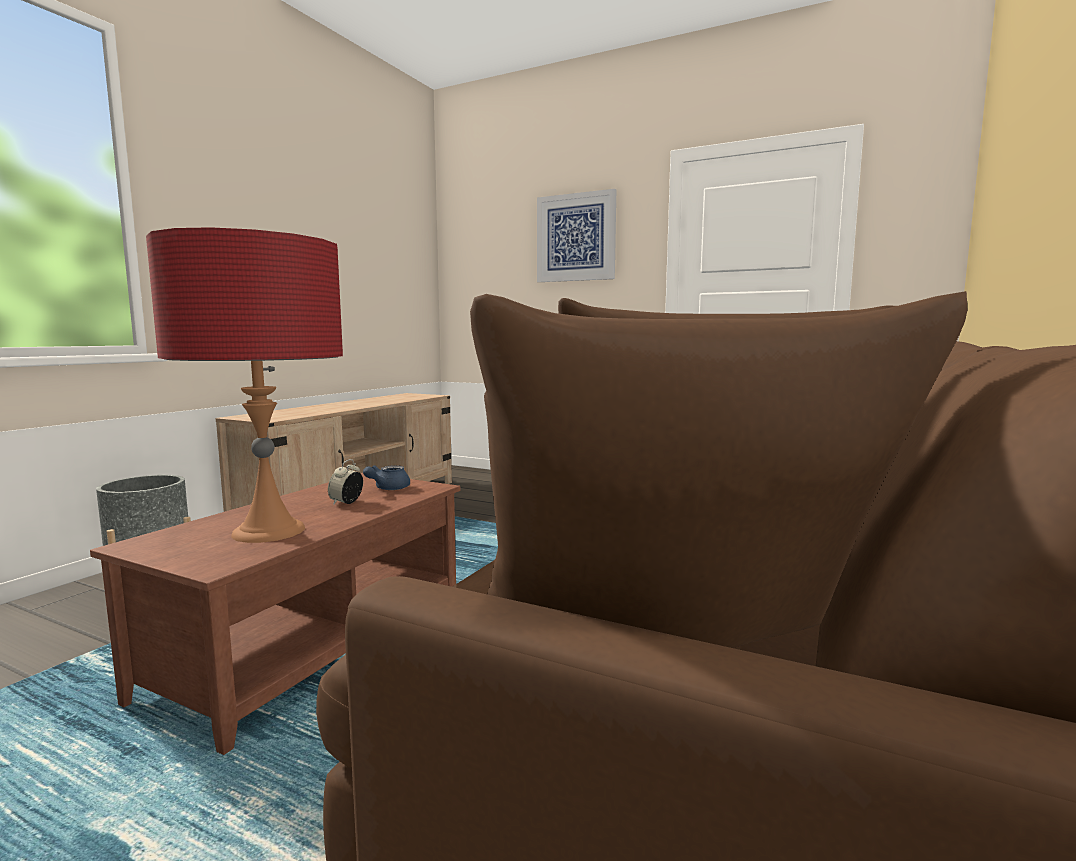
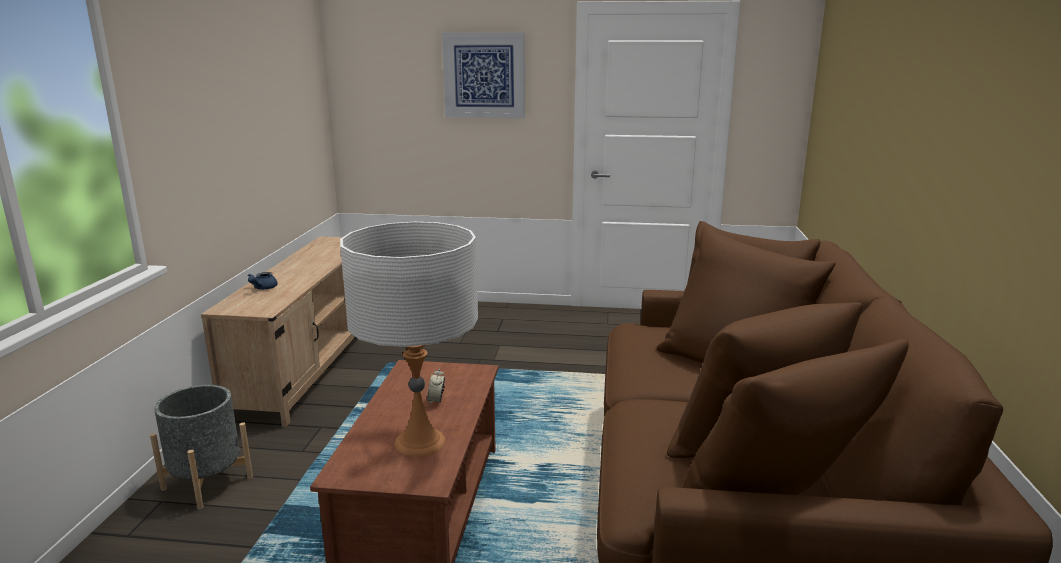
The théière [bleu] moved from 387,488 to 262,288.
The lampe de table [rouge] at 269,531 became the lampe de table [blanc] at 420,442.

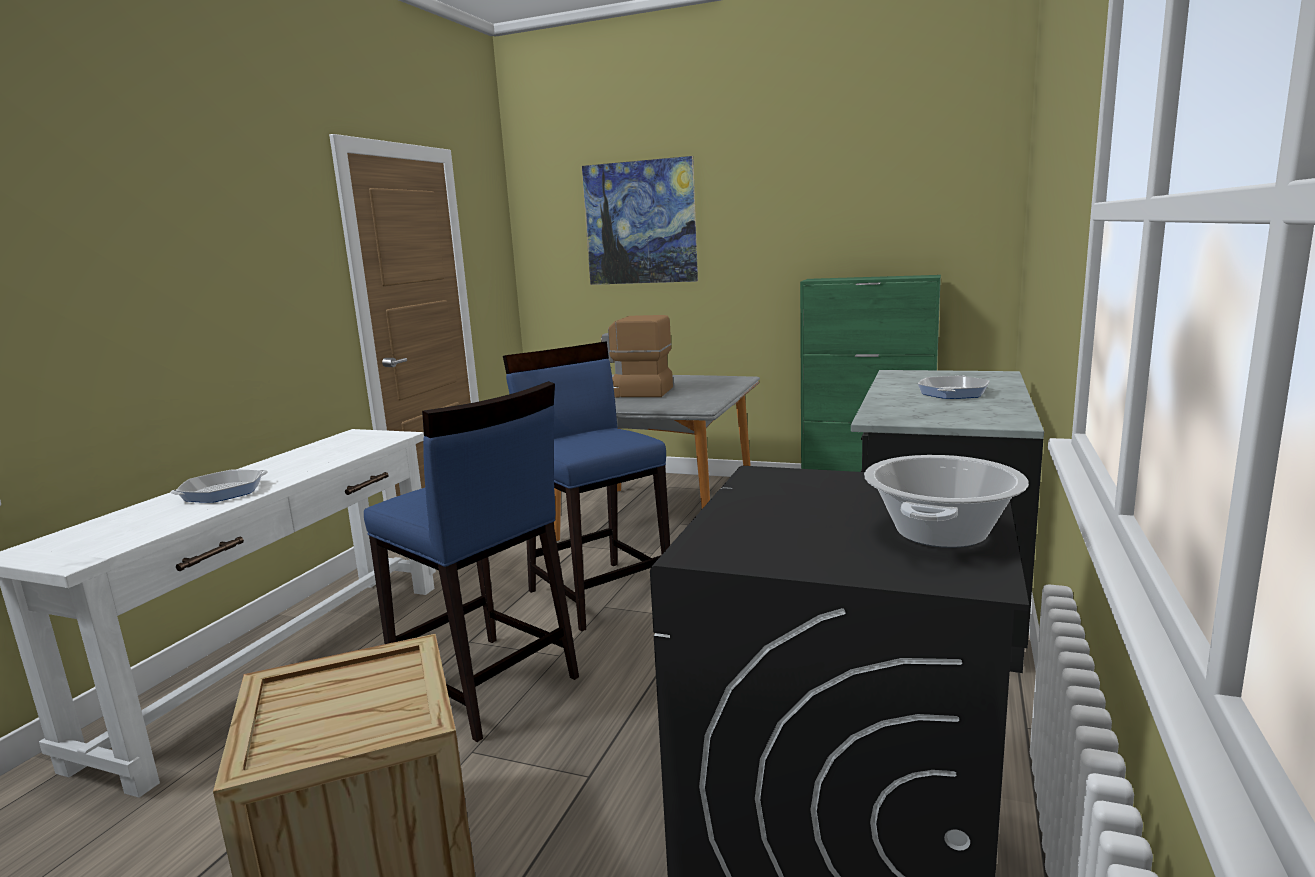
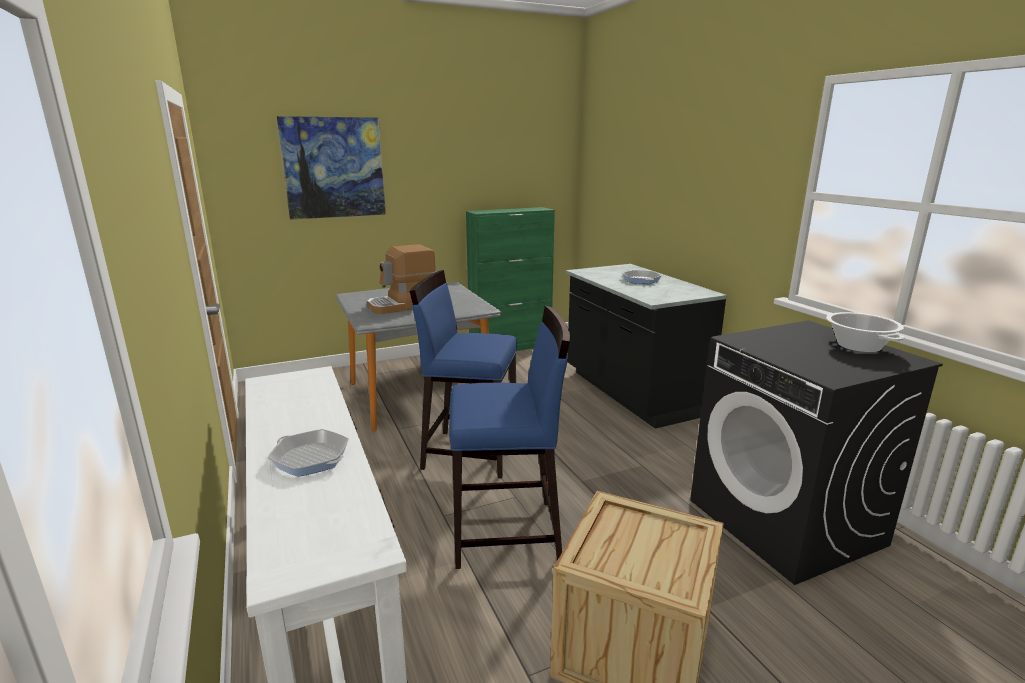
The poêle at 222,492 turned 120 degrees clockwise.

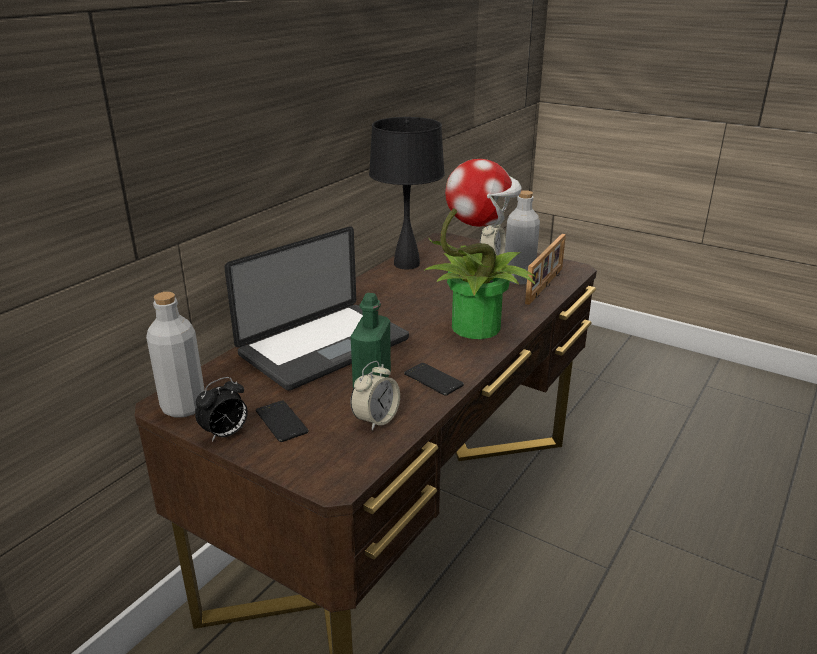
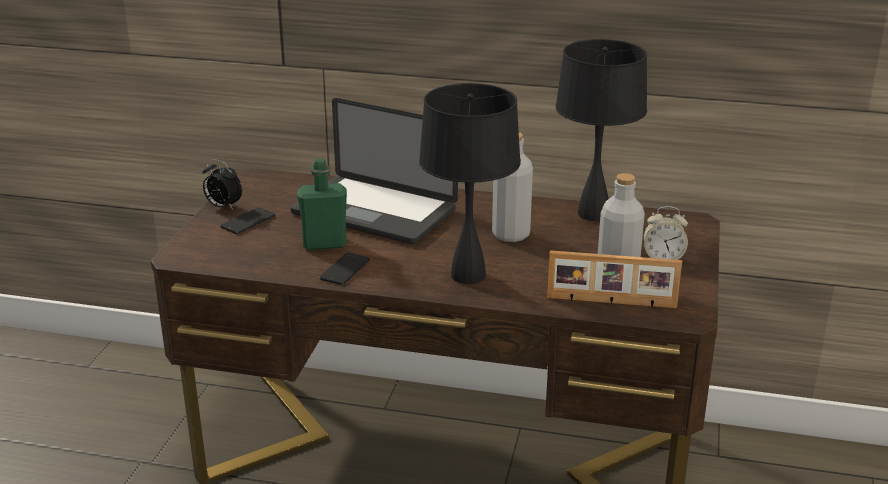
The plante en pot at 477,326 was replaced by the lampe de table [noir] at 468,275.
The bouteille [gris] moved from 183,407 to 511,234.
The réveil at 376,419 disappeared.

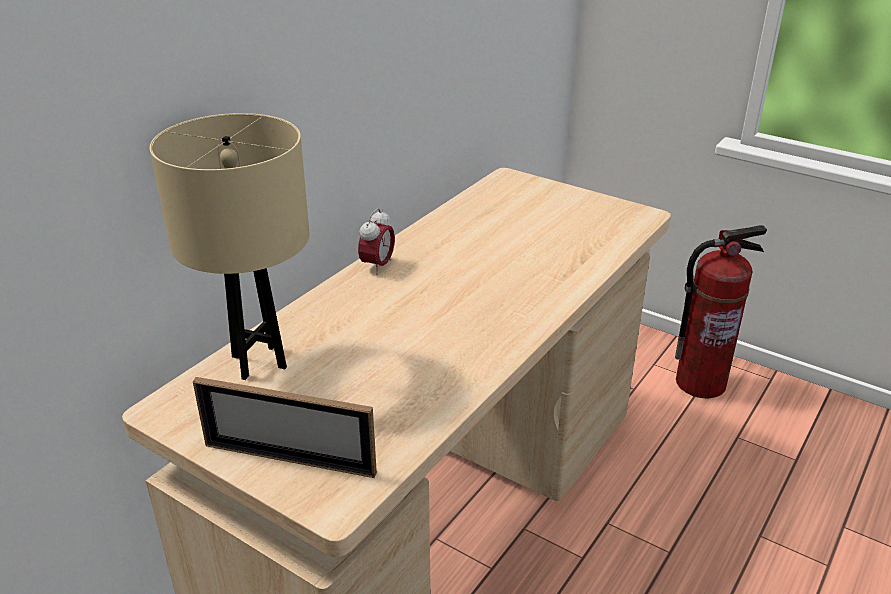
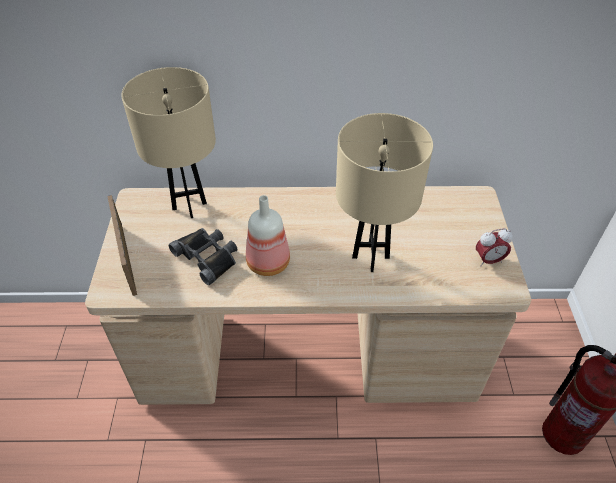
The jumelles [noir] at 208,257 appeared.
The bouteille at 267,262 appeared.
The lampe de table [beige] at 371,257 appeared.
The réveil moved from 377,266 to 488,260.

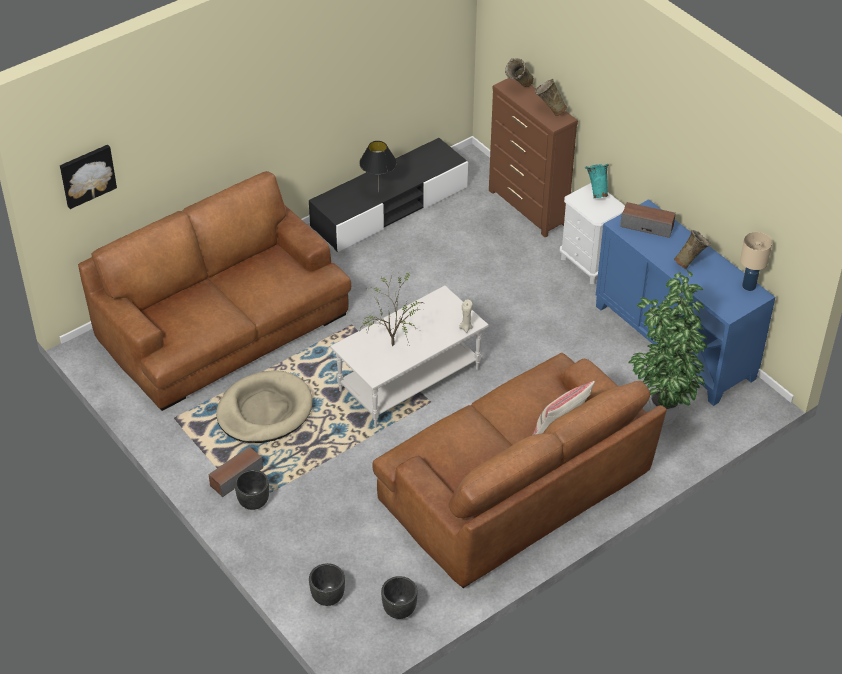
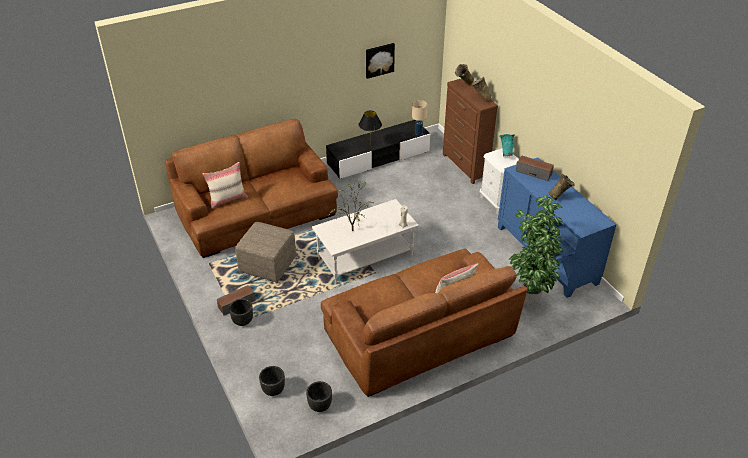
The coussin [beige] at 228,199 appeared.
The panier pour chien [beige] at 264,411 was replaced by the pouf [beige] at 267,265.
The tableau moved from 87,175 to 379,60.
The lampe de table [beige] moved from 749,286 to 418,132.

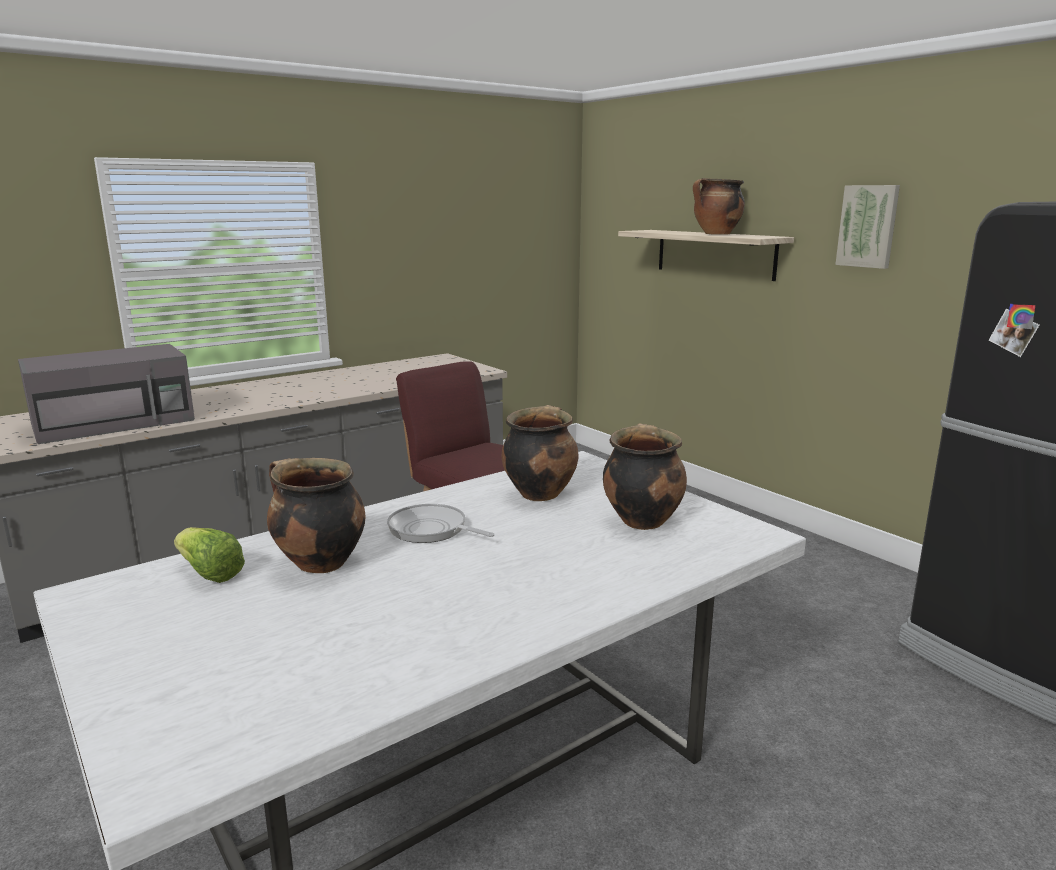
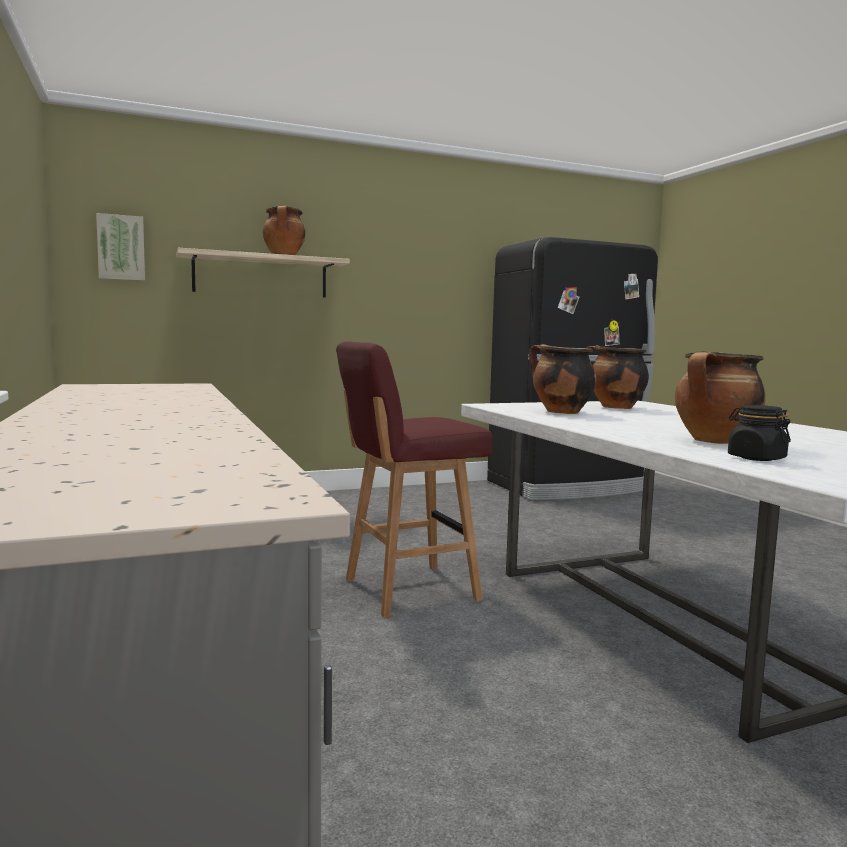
The tableau moved from 868,226 to 121,248.
The laitue at 209,573 was replaced by the bocal [noir] at 756,458.
The micro-ondes [gris] at 116,421 disappeared.
The poêle at 431,530 disappeared.

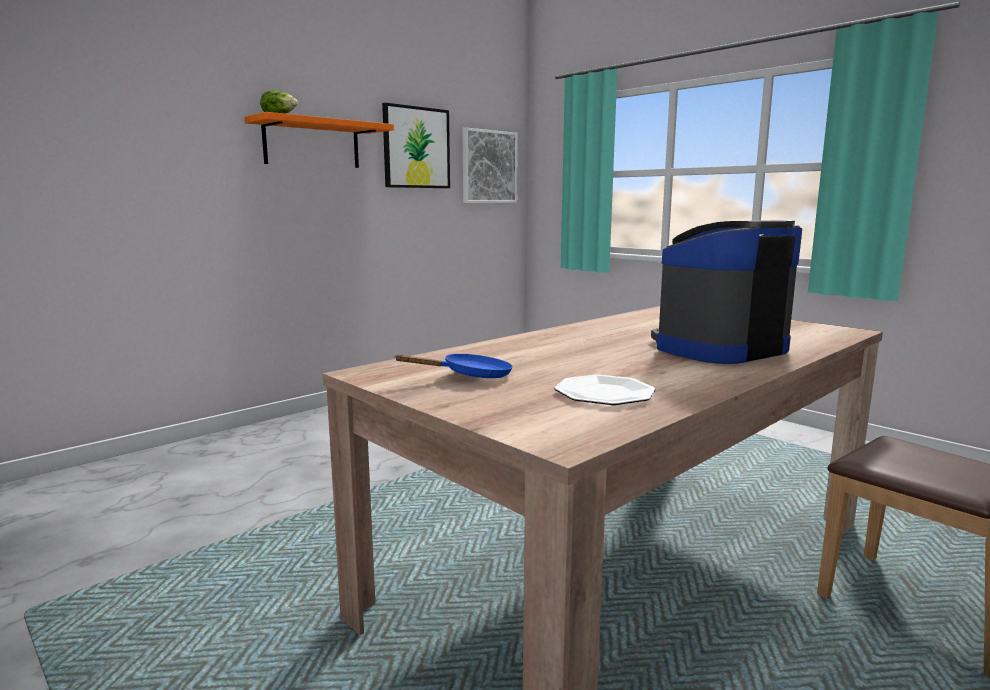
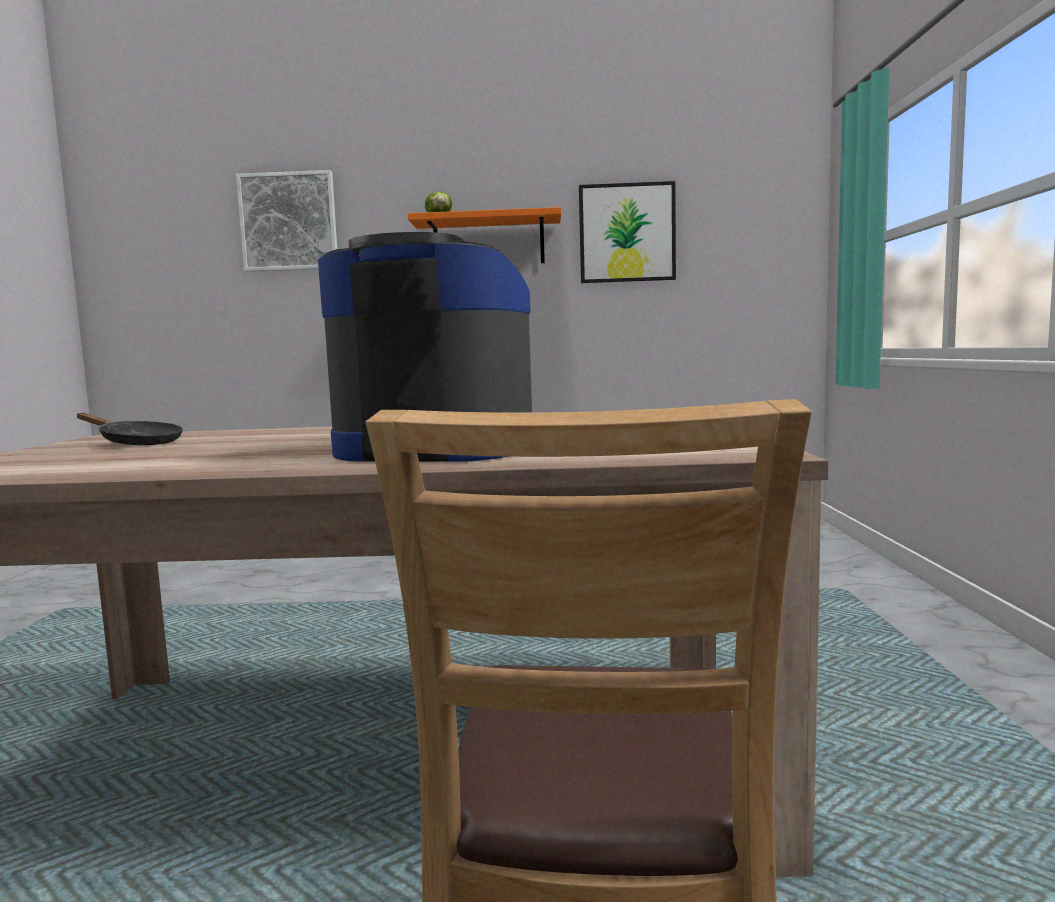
The poêle [bleu] at 470,376 became the poêle [noir] at 136,443.
The tableau moved from 489,167 to 289,222.
The assiette at 604,393 disappeared.

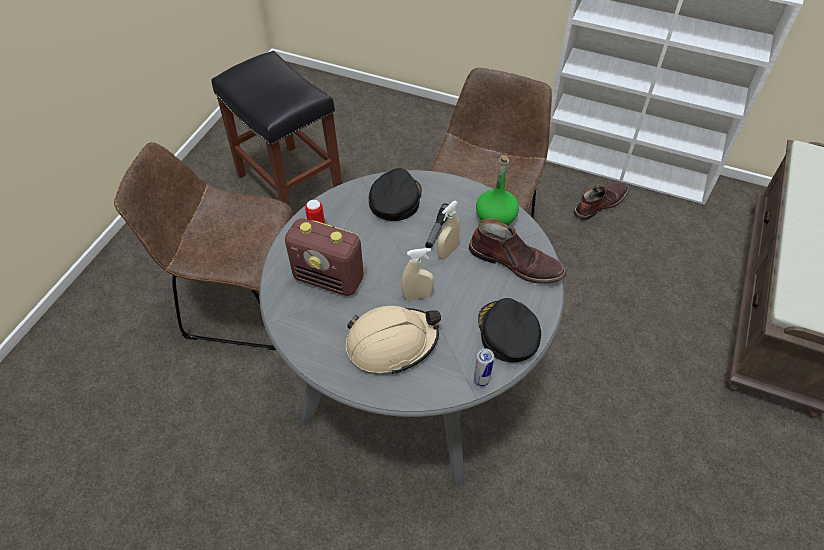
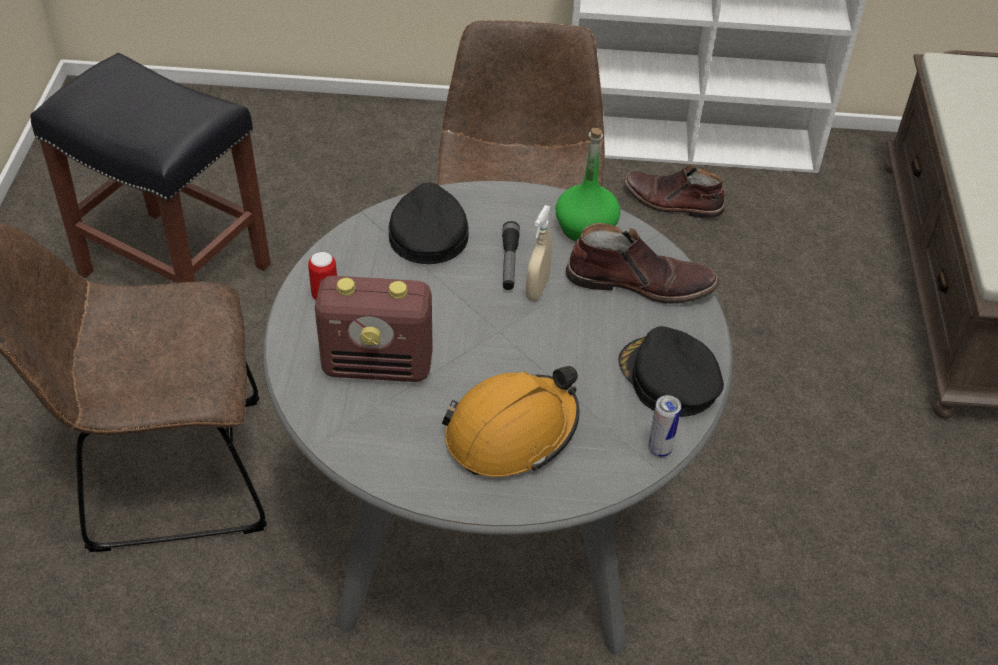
The casque de chantier [beige] at 392,343 became the casque de chantier [orange] at 512,432.
The botte [marron] at 599,204 turned 105 degrees counterclockwise.
The vaporisateur [beige] at 417,296 disappeared.

